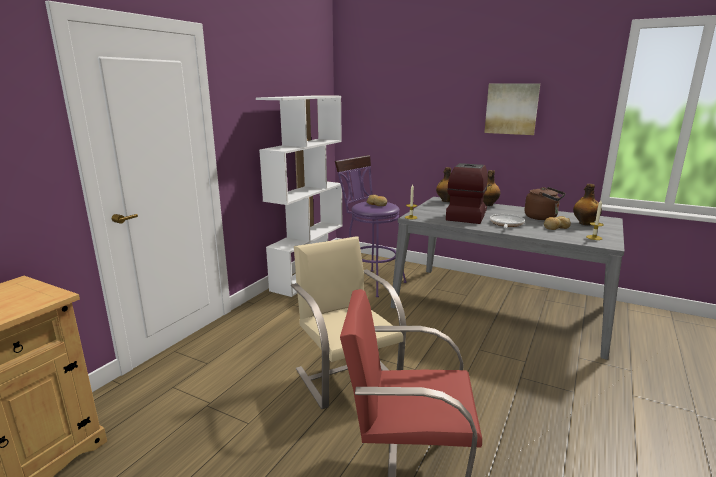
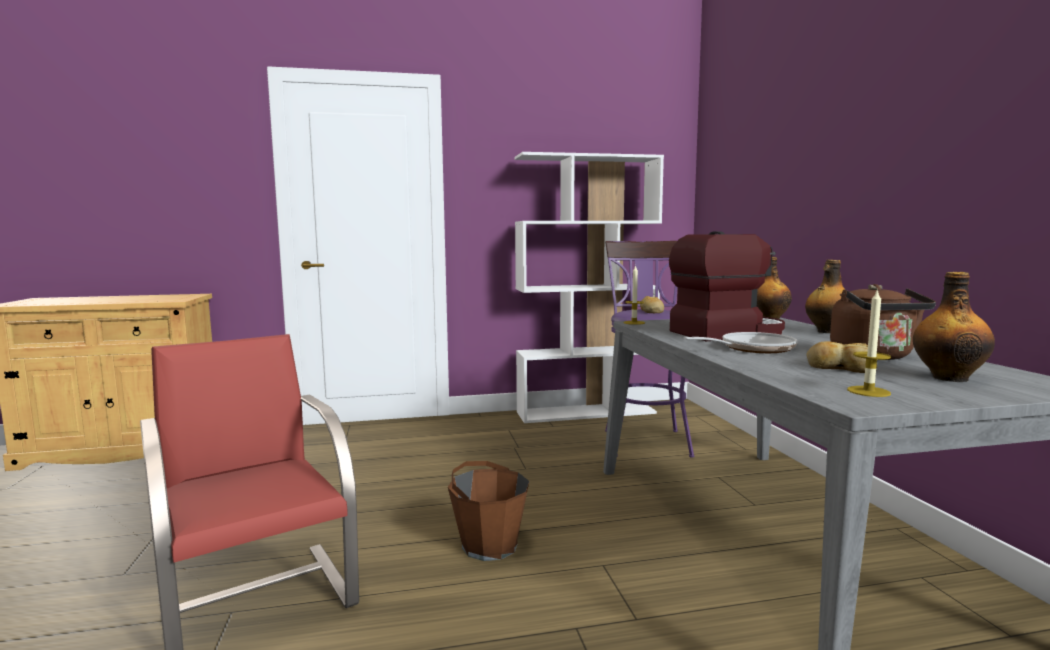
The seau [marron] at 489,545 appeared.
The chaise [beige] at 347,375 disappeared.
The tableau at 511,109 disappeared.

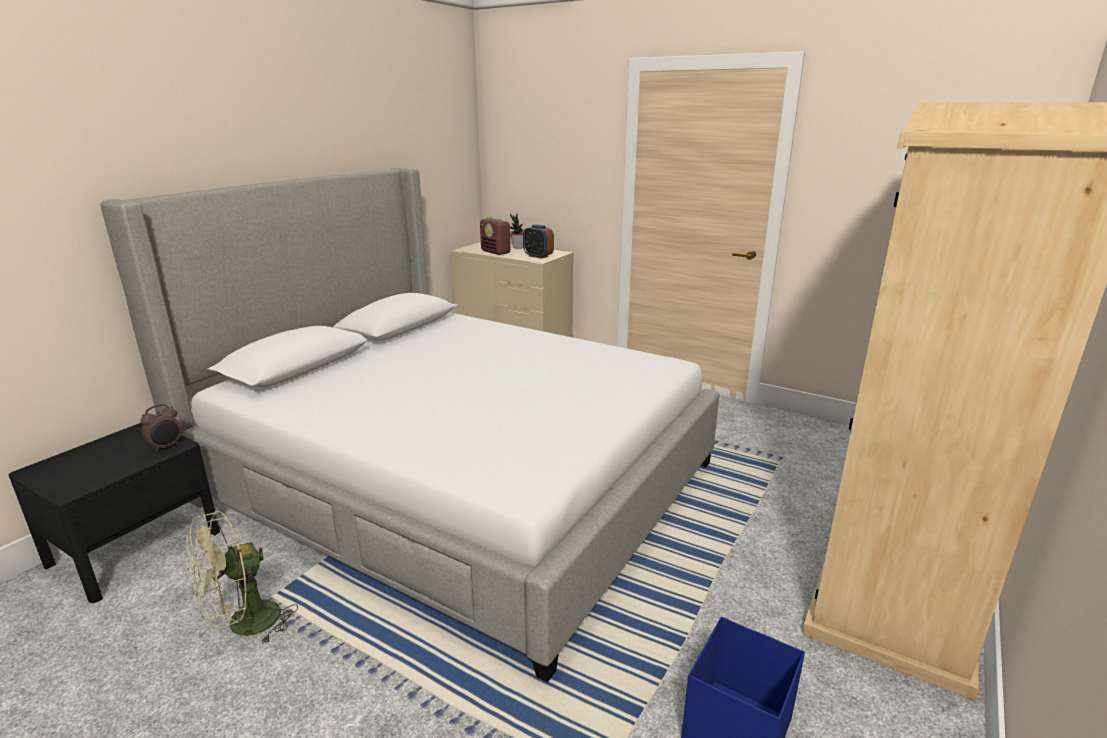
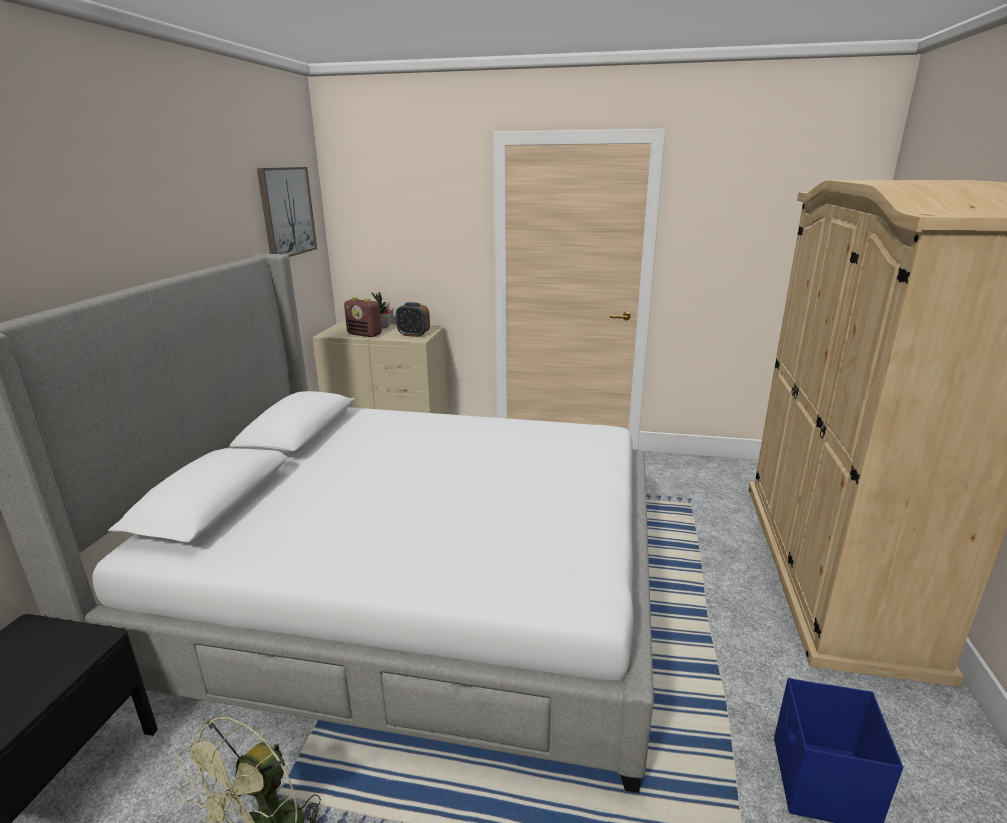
The tableau at 286,212 appeared.
The réveil at 166,447 disappeared.

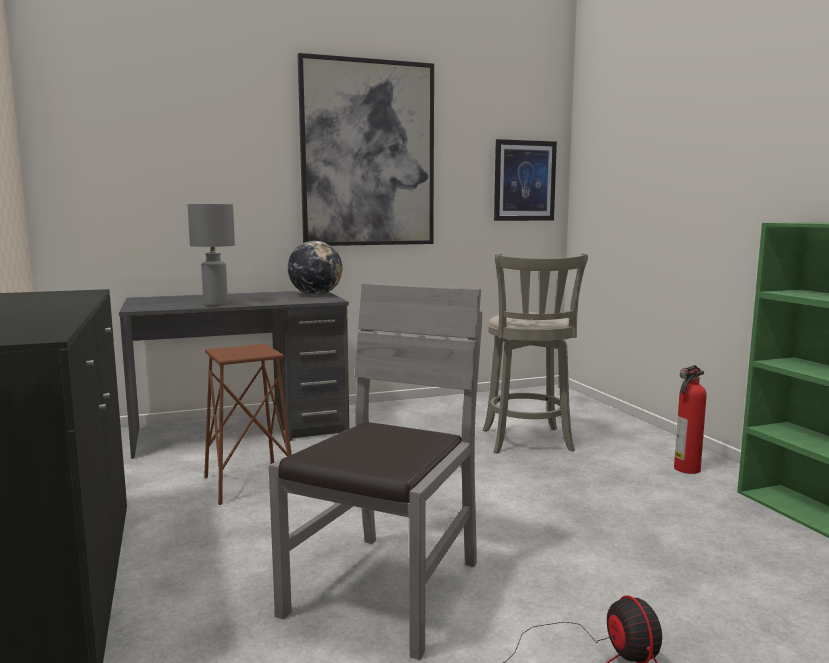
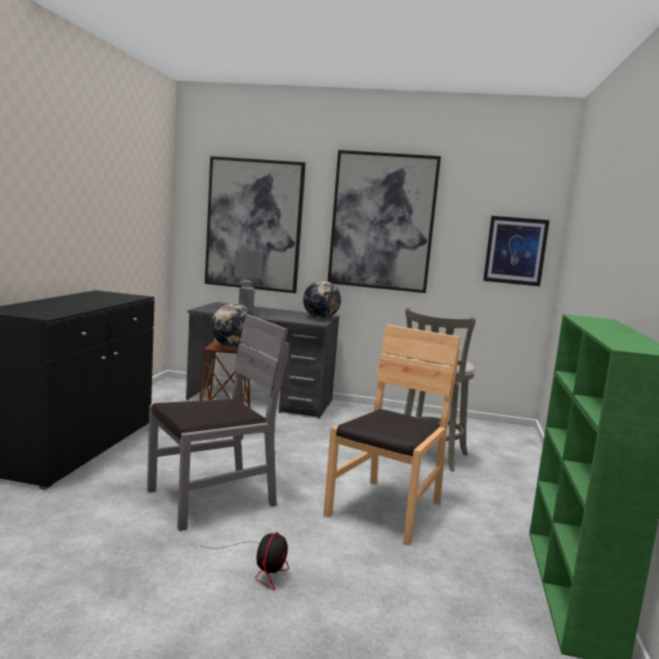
The tableau at 254,225 appeared.
The globe at 232,347 appeared.
The chaise [marron] at 386,510 appeared.
The extincteur at 686,469 disappeared.

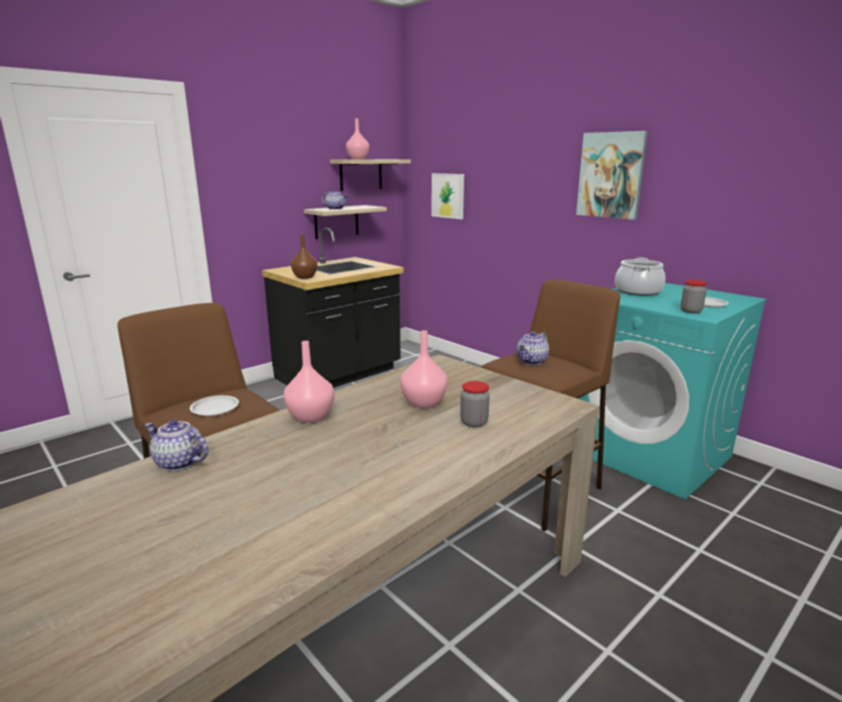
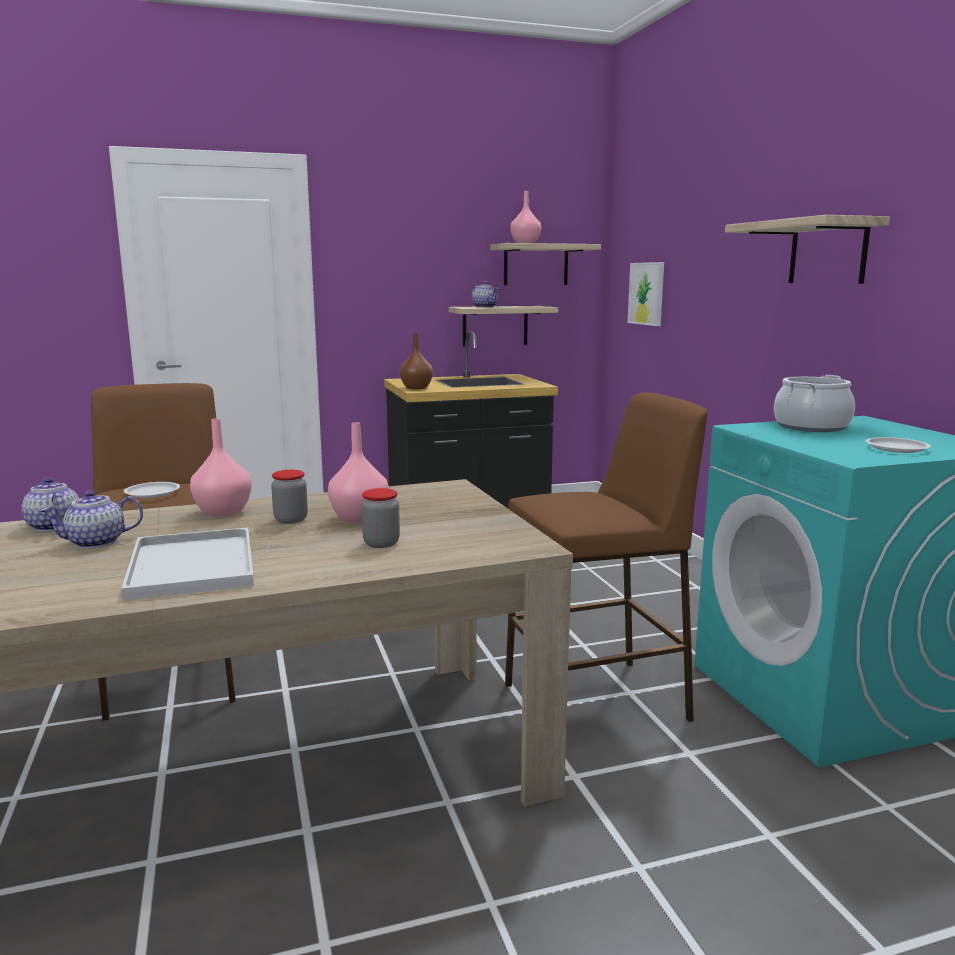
The théière moved from 532,361 to 96,542.
The plateau [blanc] at 190,564 appeared.
The bocal moved from 691,311 to 291,520.
The tableau at 611,175 was replaced by the étagère at 827,252.

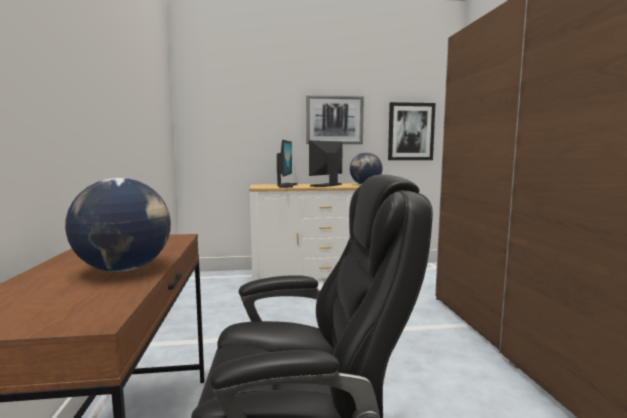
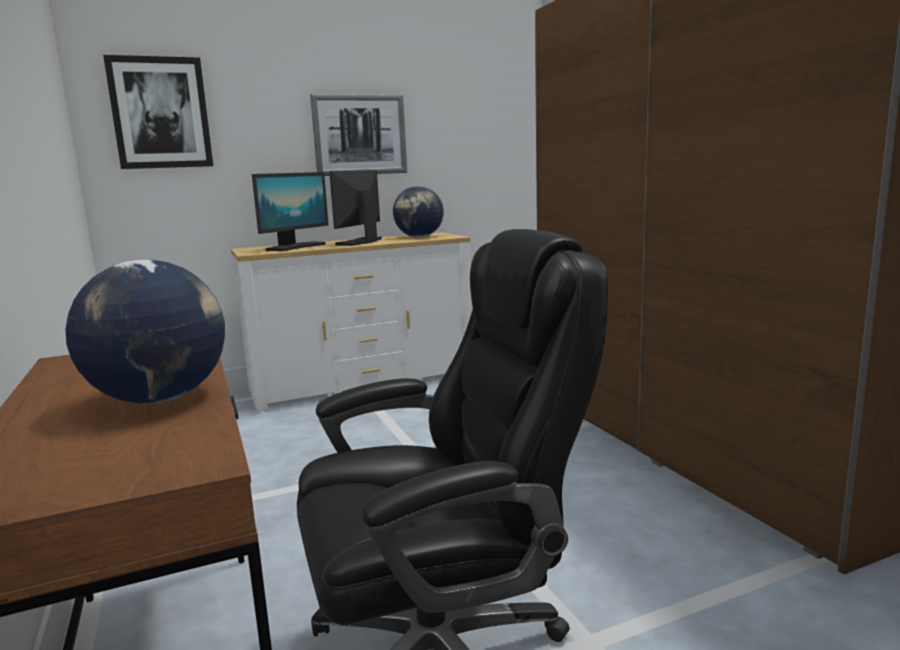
The tableau moved from 410,132 to 160,113.
The écran d'ordinateur at 286,186 turned 45 degrees clockwise.

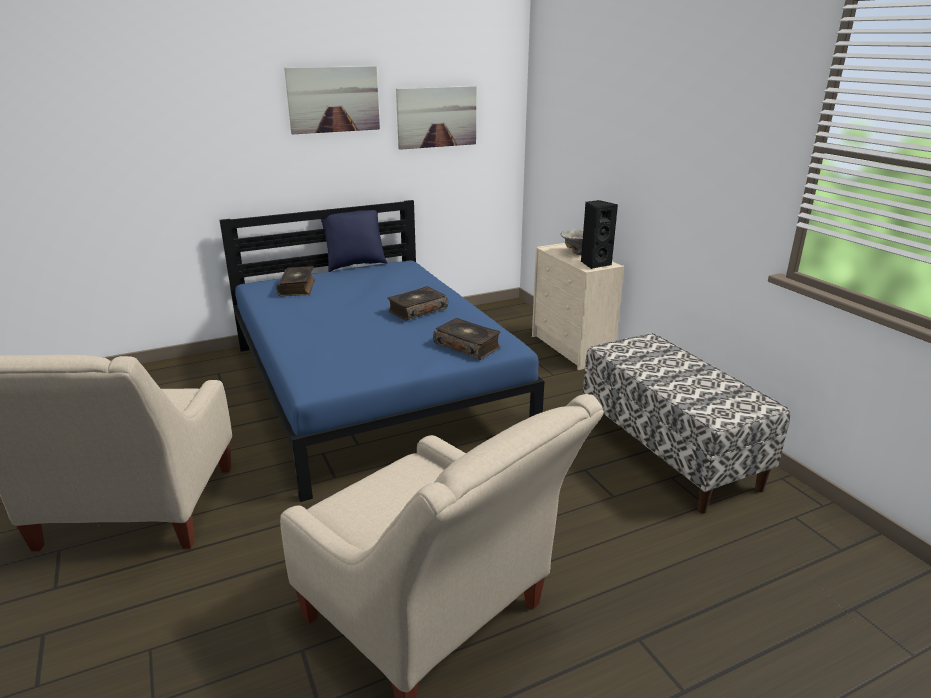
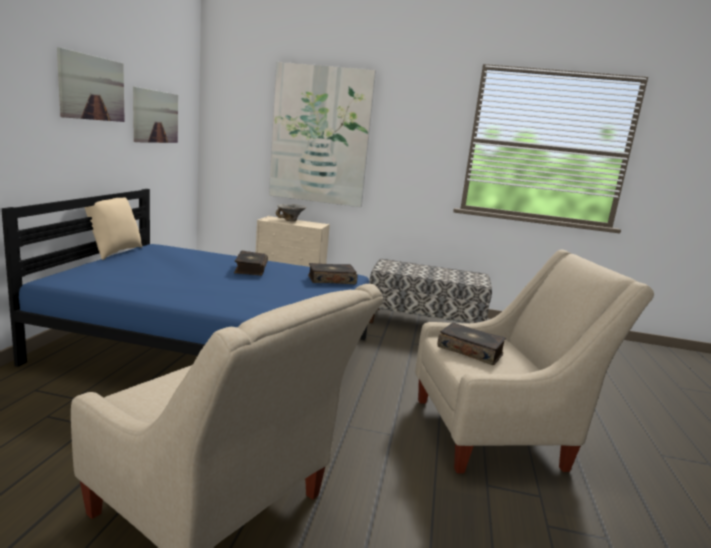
The coussin [bleu] at 355,265 became the coussin [beige] at 114,252.
The tableau at 320,135 appeared.
The livre moved from 298,287 to 470,350.
The enceinte [noir] at 594,264 disappeared.

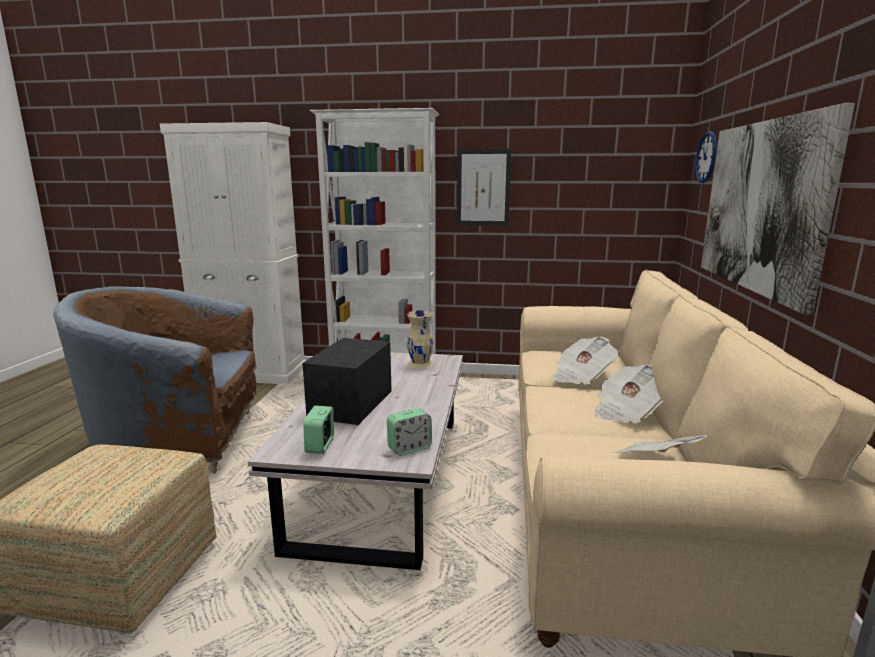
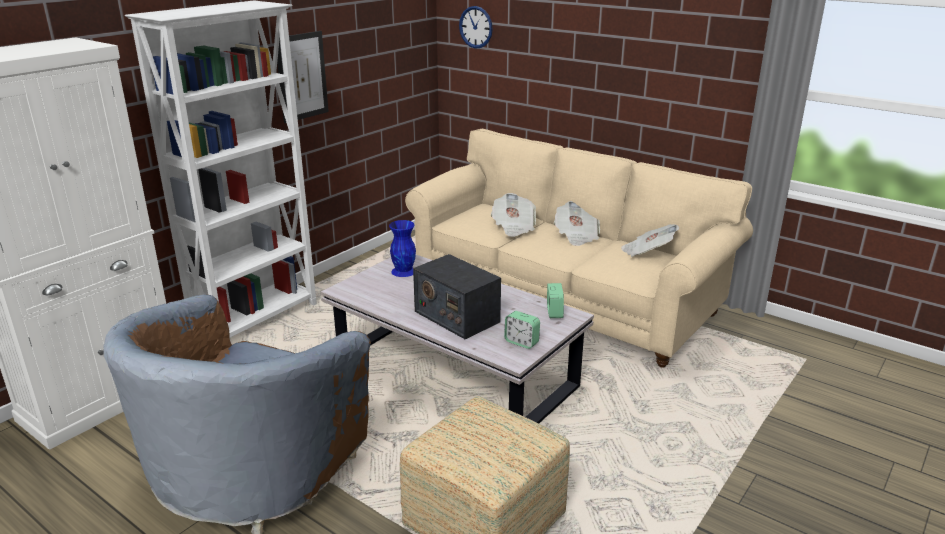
The vase [beige] at 420,364 became the vase [bleu] at 404,271.
The tableau at 761,206 disappeared.

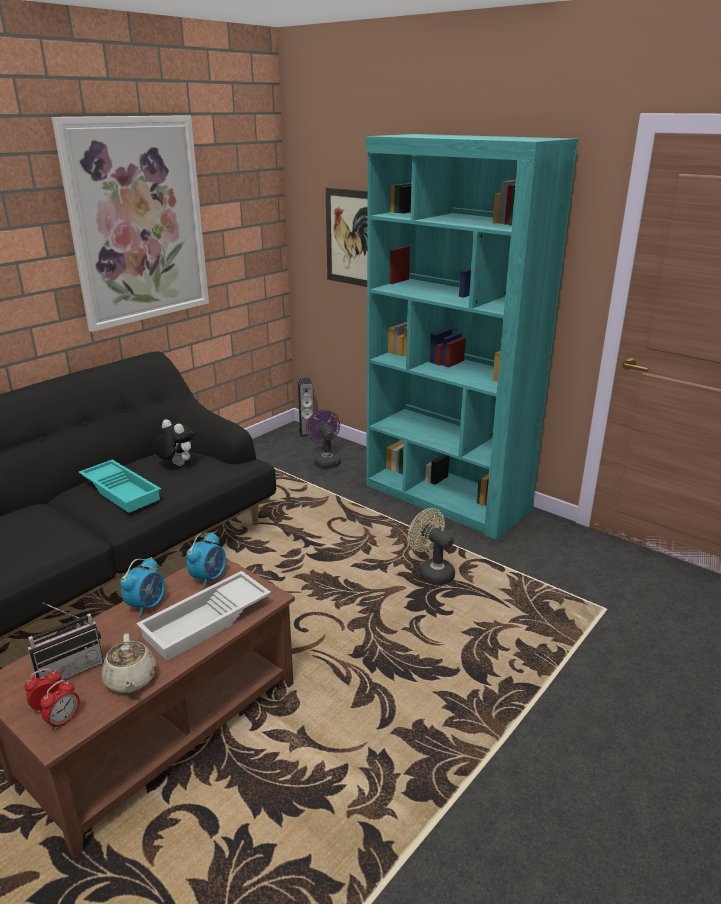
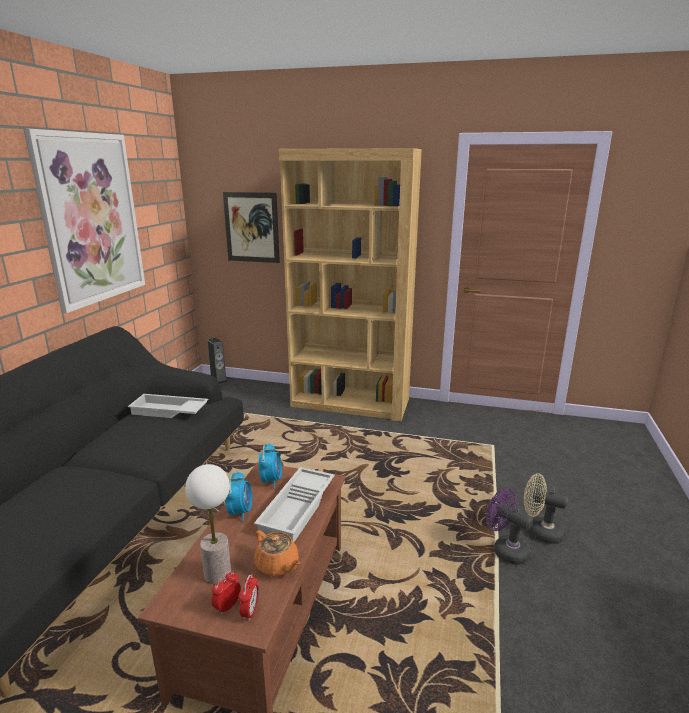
The peluche at 175,465 was replaced by the plateau [blanc] at 168,411.
The radio at 69,667 was replaced by the lampe de table at 217,573.
The théière [beige] at 131,680 became the théière [orange] at 277,565.
The bibliothèque [turquoise] at 446,498 became the bibliothèque [marron] at 350,403.
The ventilateur [violet] moved from 325,461 to 505,549.
The ventilateur [beige] moved from 431,572 to 539,532.
The plateau [turquoise] at 122,490 disappeared.

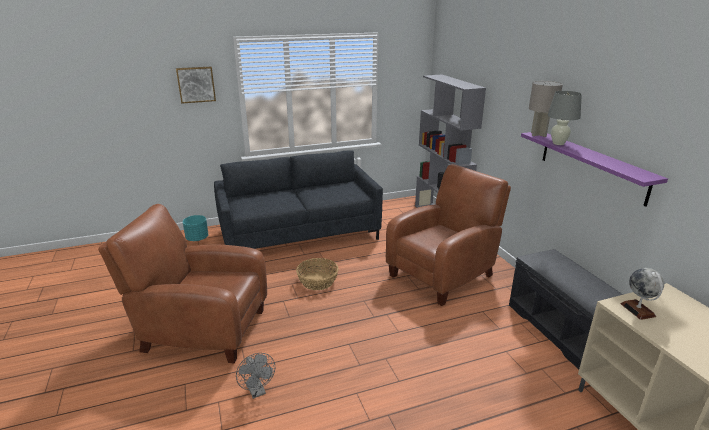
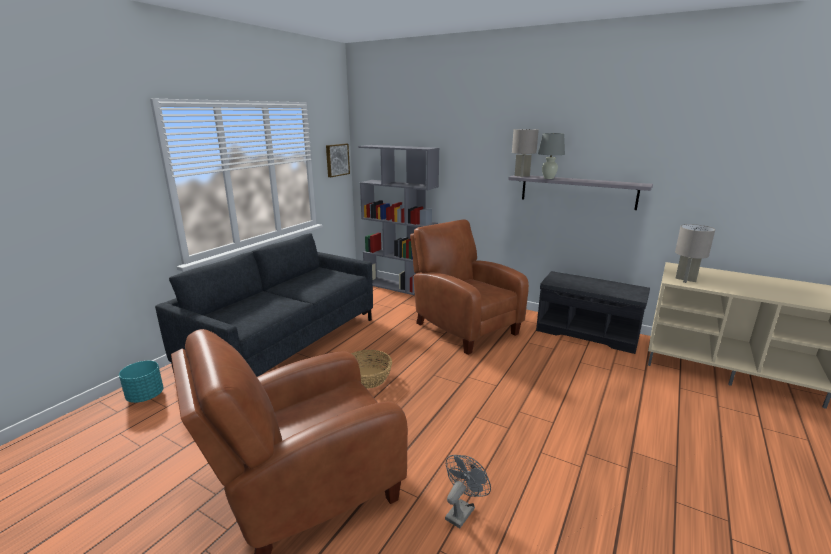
The tableau moved from 196,84 to 336,160.
The fauteuil [marron] at 444,274 turned 45 degrees counterclockwise.
The ventilateur [gris] at 257,391 turned 75 degrees counterclockwise.
The étagère [violet] at 592,166 became the étagère [gris] at 577,191.
The globe at 637,310 was replaced by the lampe de table [gris] at 686,280.

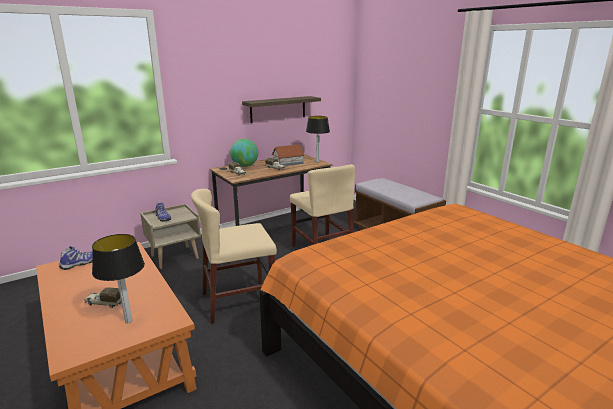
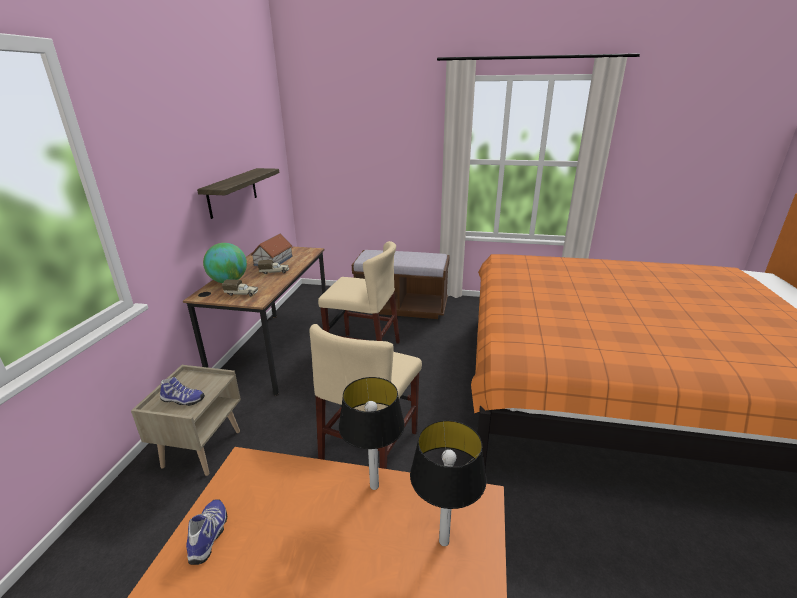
The lampe de table moved from 317,161 to 375,485.
The camion jouet at 104,303 disappeared.

